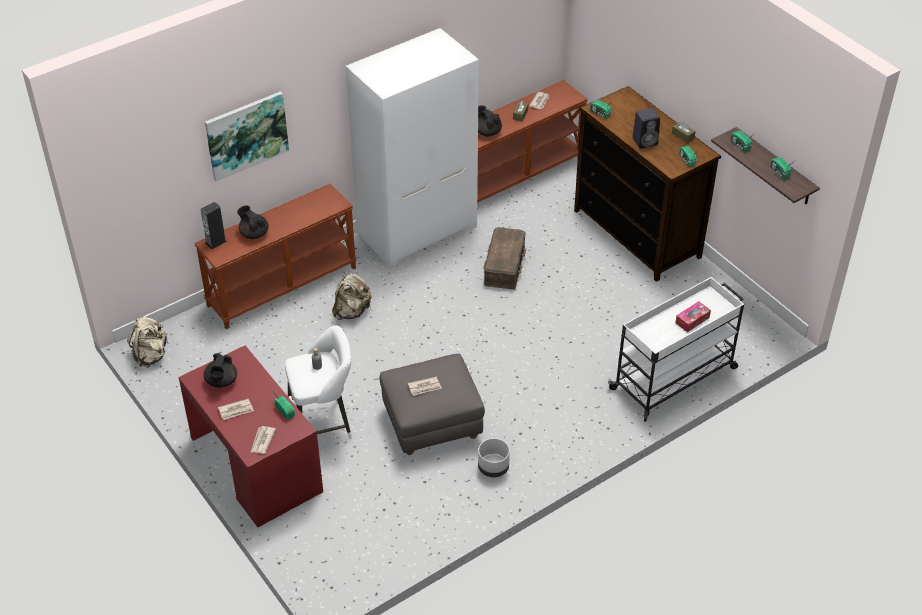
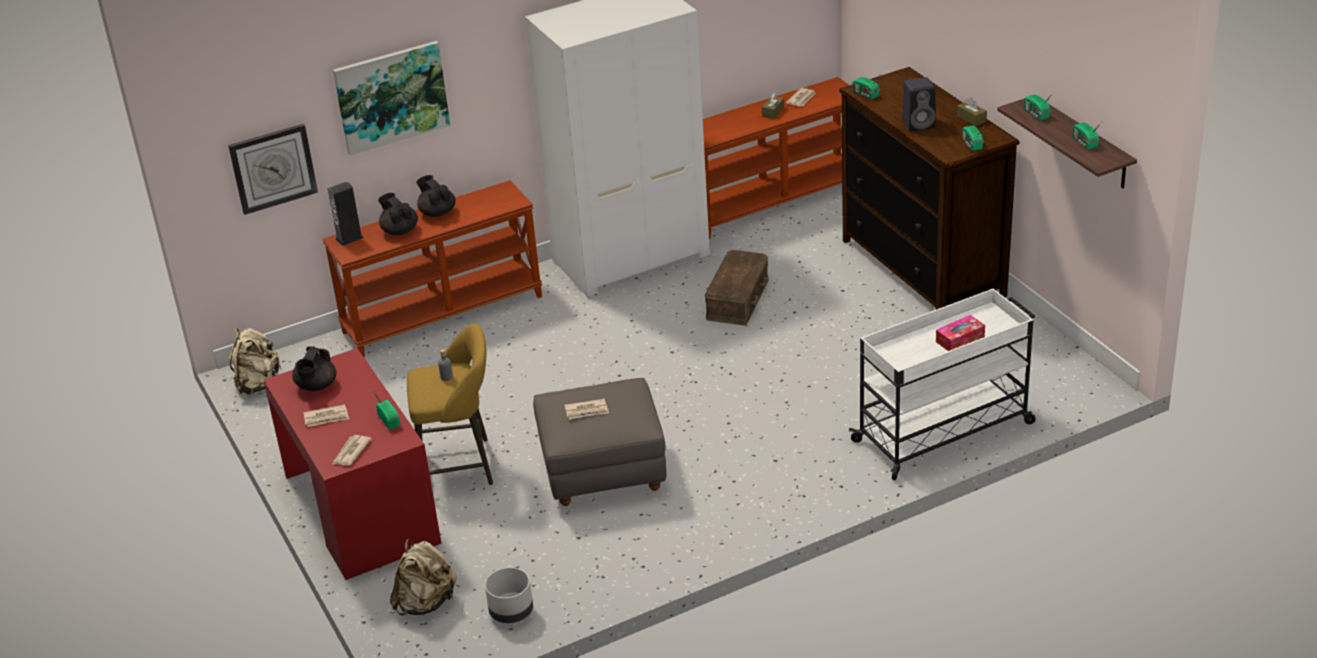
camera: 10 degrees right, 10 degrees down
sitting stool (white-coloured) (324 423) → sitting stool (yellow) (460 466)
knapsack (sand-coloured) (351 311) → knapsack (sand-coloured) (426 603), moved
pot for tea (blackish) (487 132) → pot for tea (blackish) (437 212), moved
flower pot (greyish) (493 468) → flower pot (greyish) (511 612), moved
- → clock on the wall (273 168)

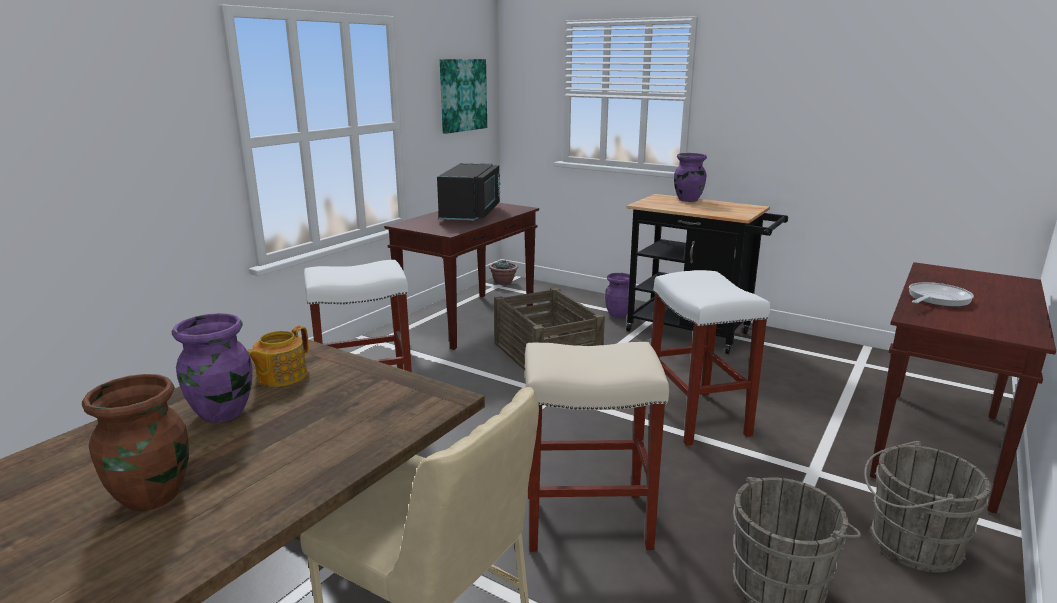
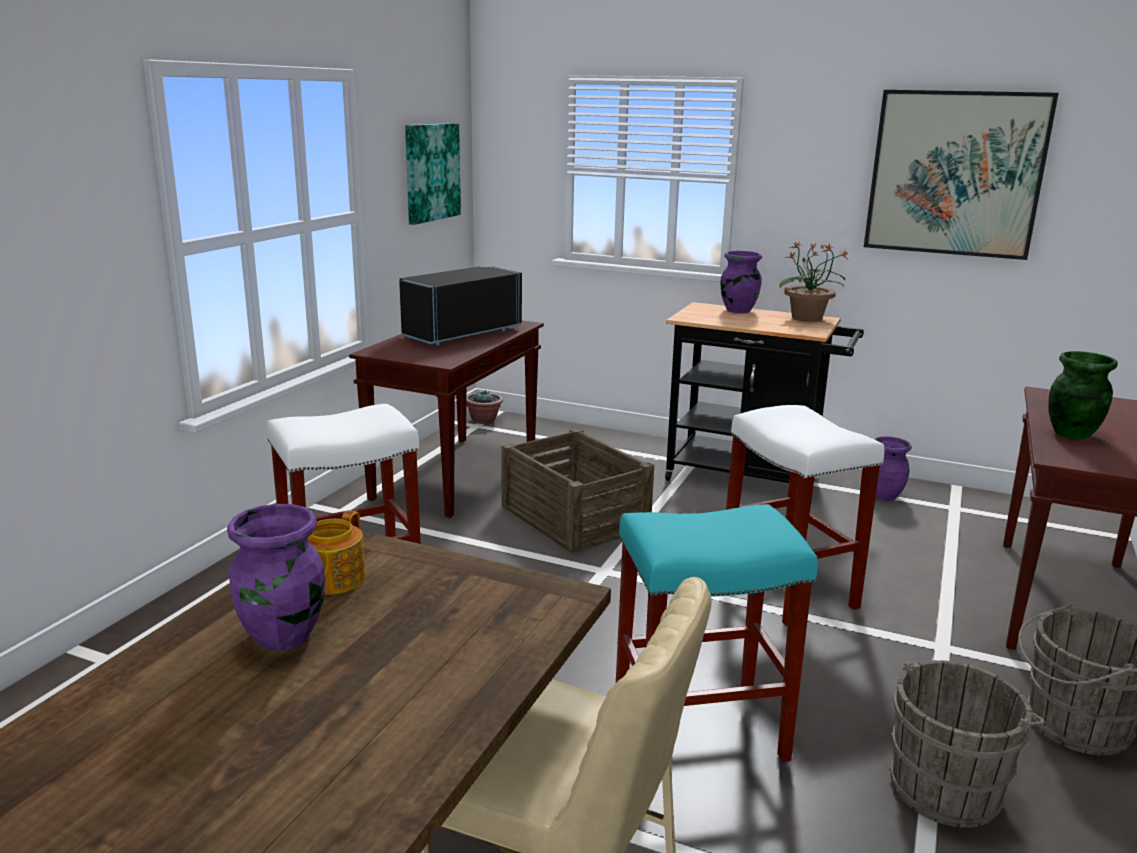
camera: 10 degrees left, 0 degrees up
vase (brown) (153 496) → -
microwave (blackish) (472 213) → microwave (blackish) (459 333), 135 degrees counterclockwise
sitting stool (sand-coloured) (589 520) → sitting stool (turquoise) (701 730)
vase (purple) (618 315) → vase (purple) (884 496), moved
frying pan (936 299) → vase (green) (1071 434)
- → houseplant (807 318)
- → wall art (955 174)

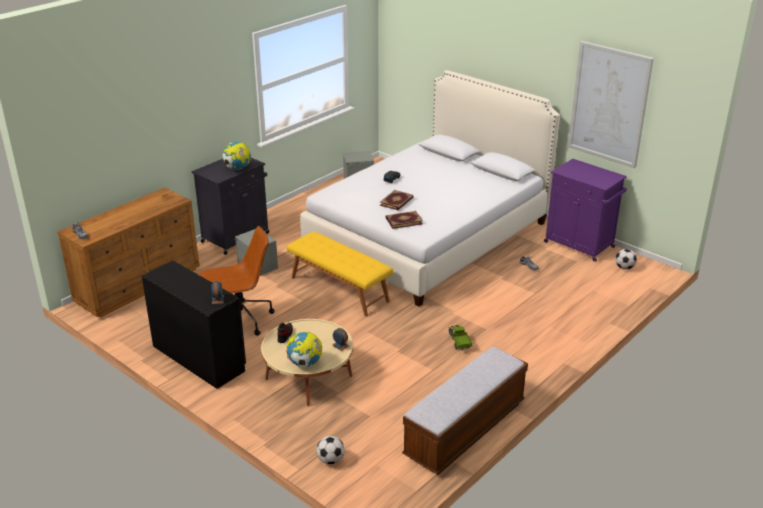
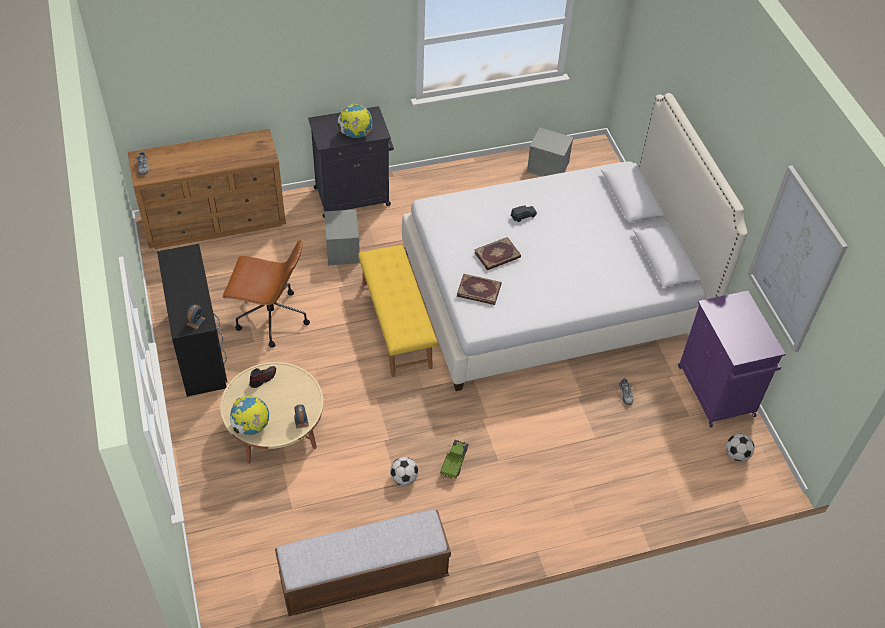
camera: 30 degrees right, 20 degrees up
football (330 460) → football (404 478), moved

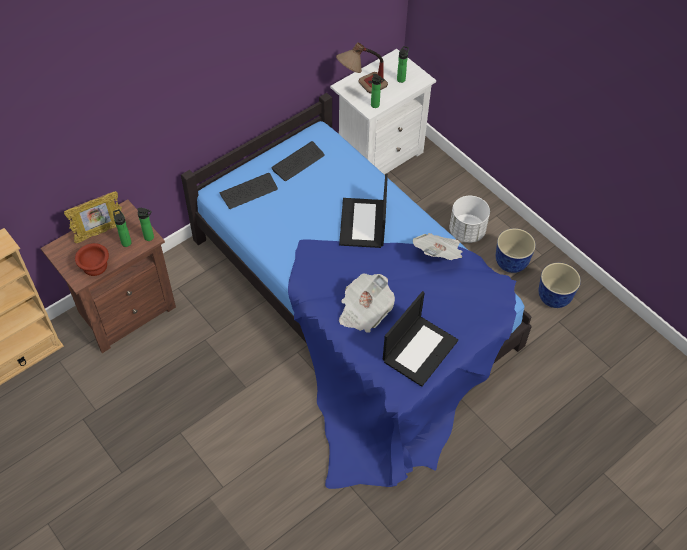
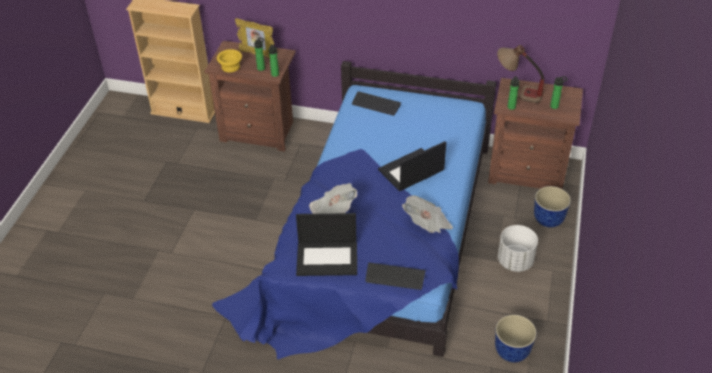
camera: 55 degrees right, 10 degrees down
bowl (brown) (94 267) → bowl (yellow) (230 67)
PC keyboard (298 162) → PC keyboard (395 277), moved
night table (white-coloured) (379 155) → night table (brown) (527 172)
flower pot (511 263) → flower pot (549 220), moved

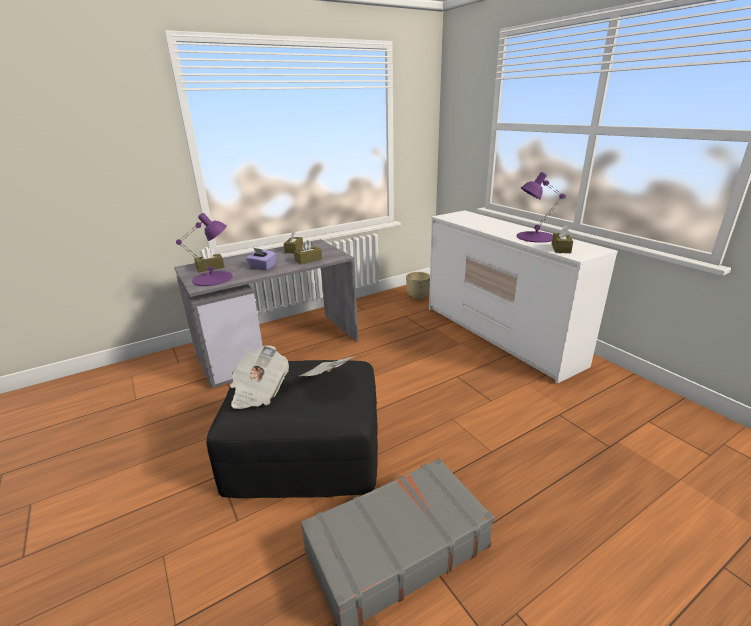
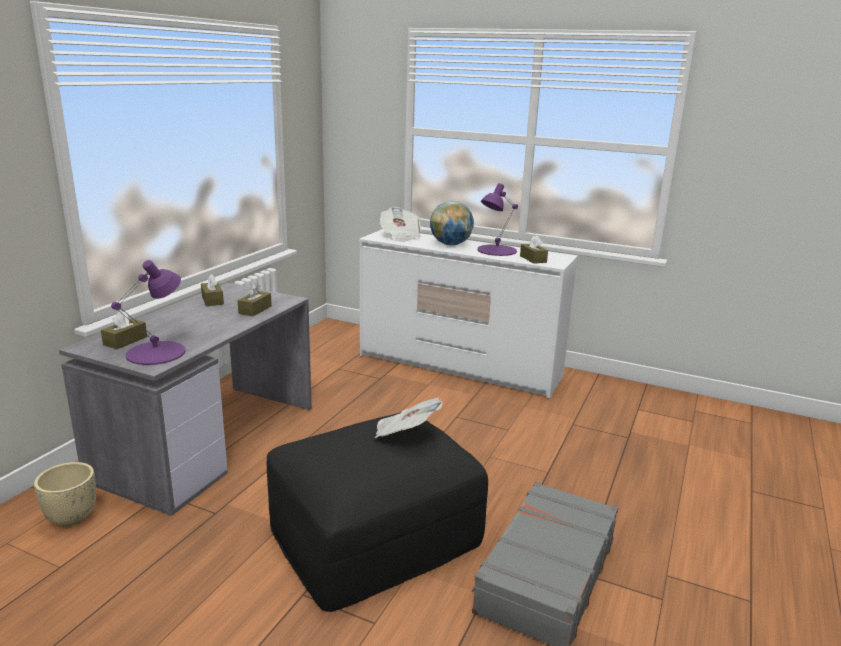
camera: 35 degrees left, 5 degrees down
printed paper (259 391) → printed paper (400 236), moved
tissue holder (purple) (262 267) → -
flower pot (sand-coloured) (418 297) → flower pot (sand-coloured) (72 518), moved
- → world globe (450 244)

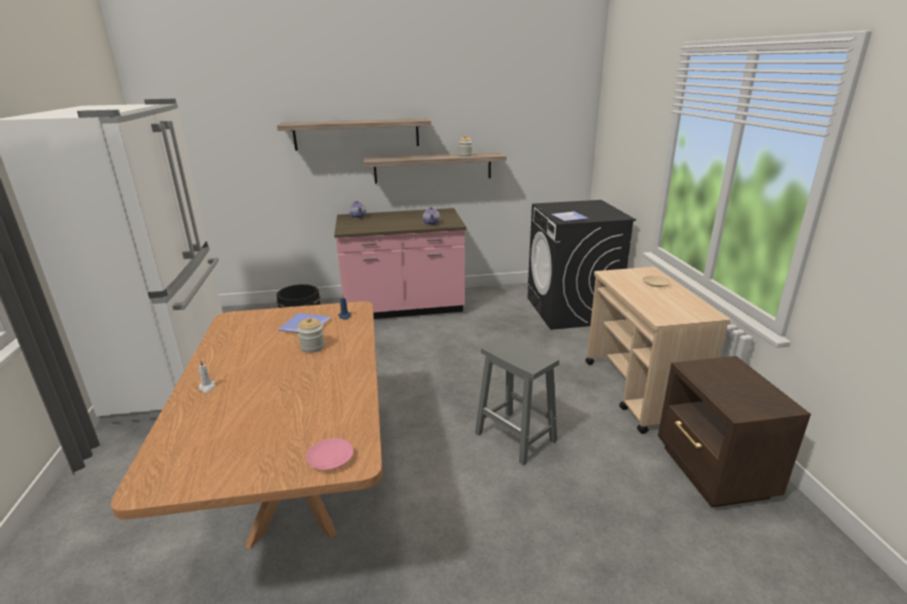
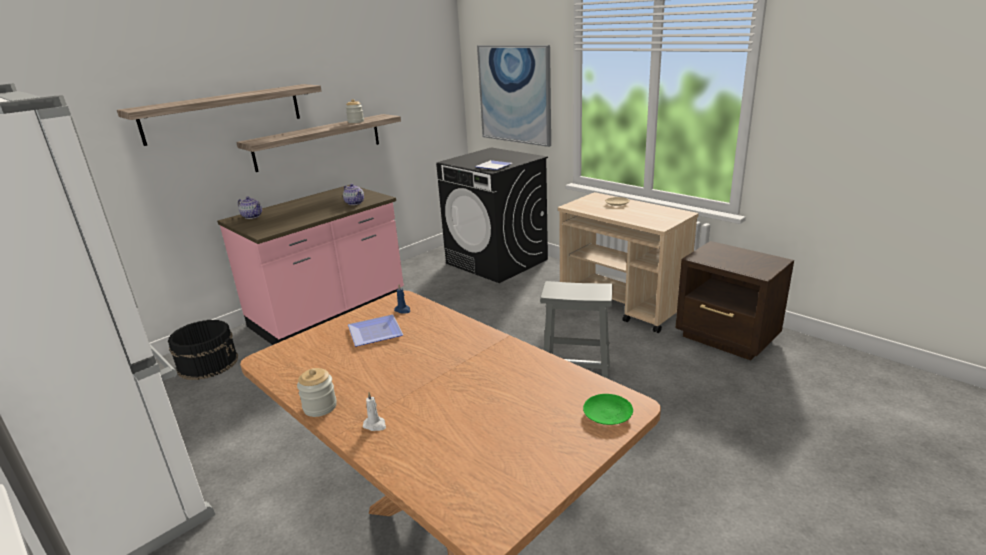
camera: 35 degrees left, 0 degrees up
jar (312 347) → jar (320 407), moved
dinner plate (pinkish) (331 459) → dinner plate (green) (608 414)
- → wall art (514 94)

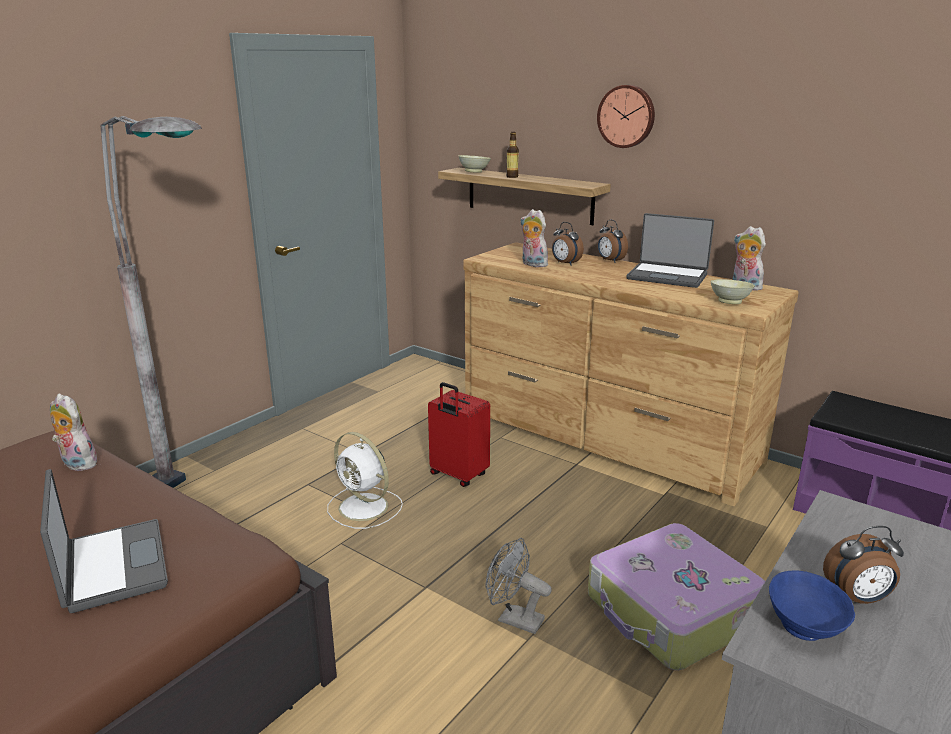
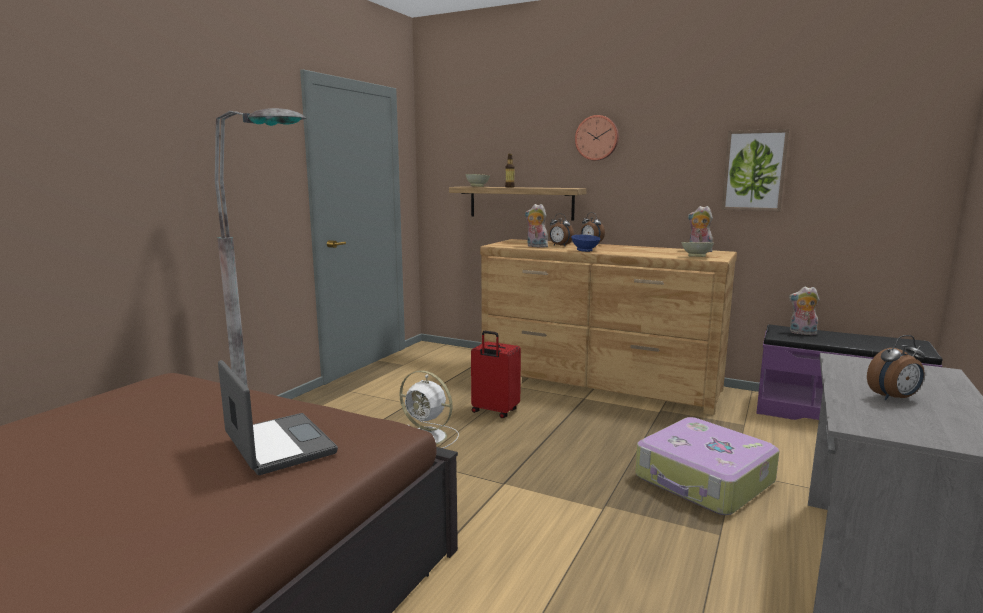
camera: 10 degrees left, 10 degrees down
cuddly toy (76 464) → cuddly toy (802 333), moved
electric fan (greyish) (514 619) → -
portable computer (667 276) → -
bowl (blue-coloured) (803 629) → bowl (blue-coloured) (585 250), moved
- → wall art (754 170)

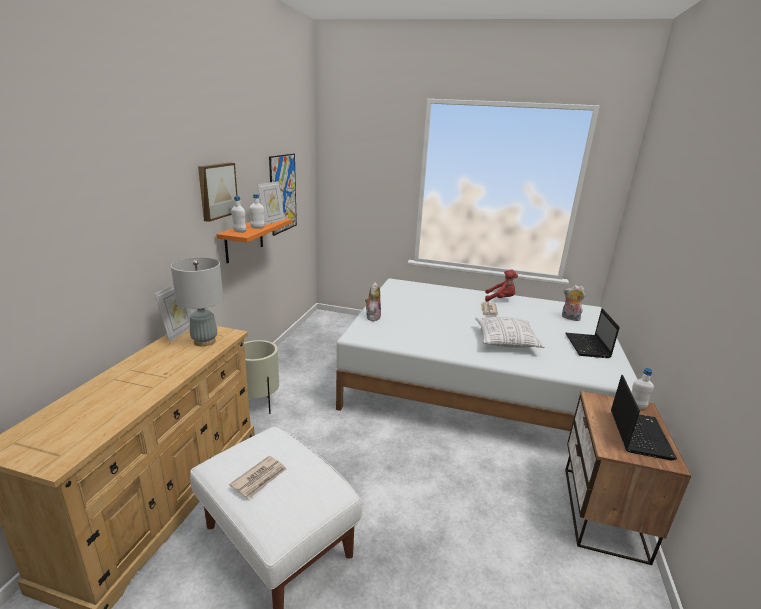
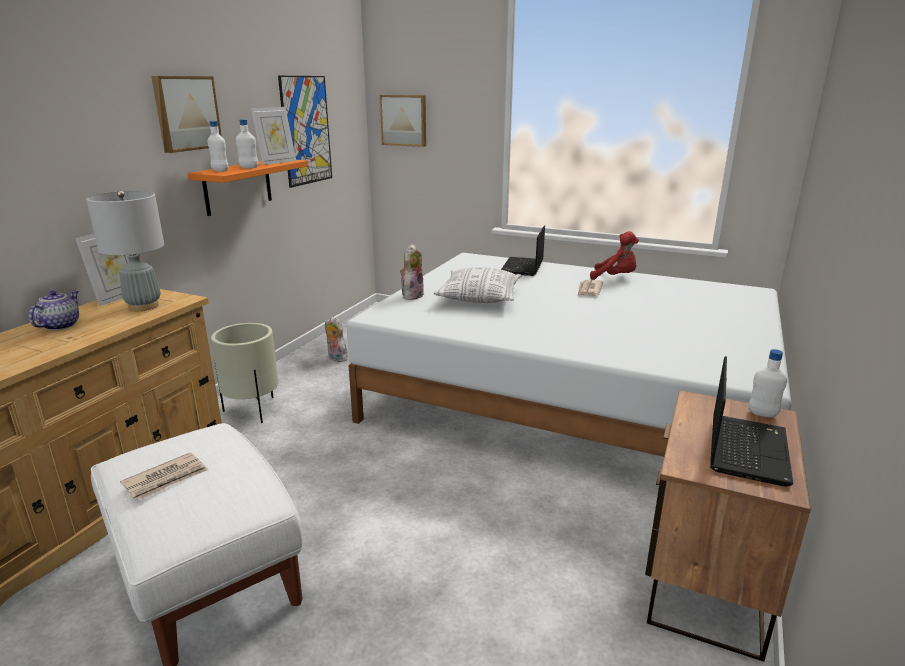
camera: 10 degrees right, 0 degrees up
throw pillow (505 341) → throw pillow (479 298), moved
cuddly toy (569 318) → cuddly toy (336 358), moved
portable computer (587 346) → portable computer (522 268), moved
- → pot for tea (60 325)
- → wall art (404 120)

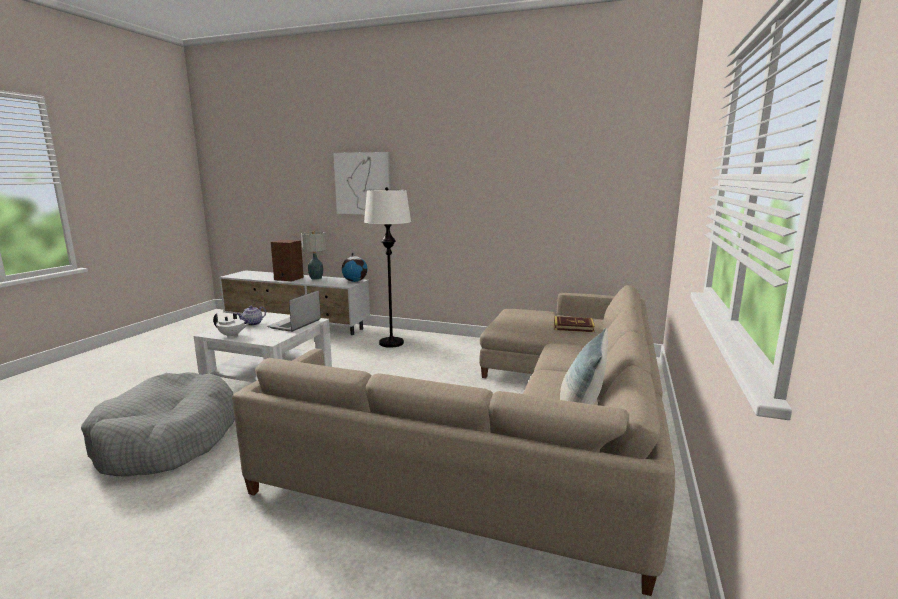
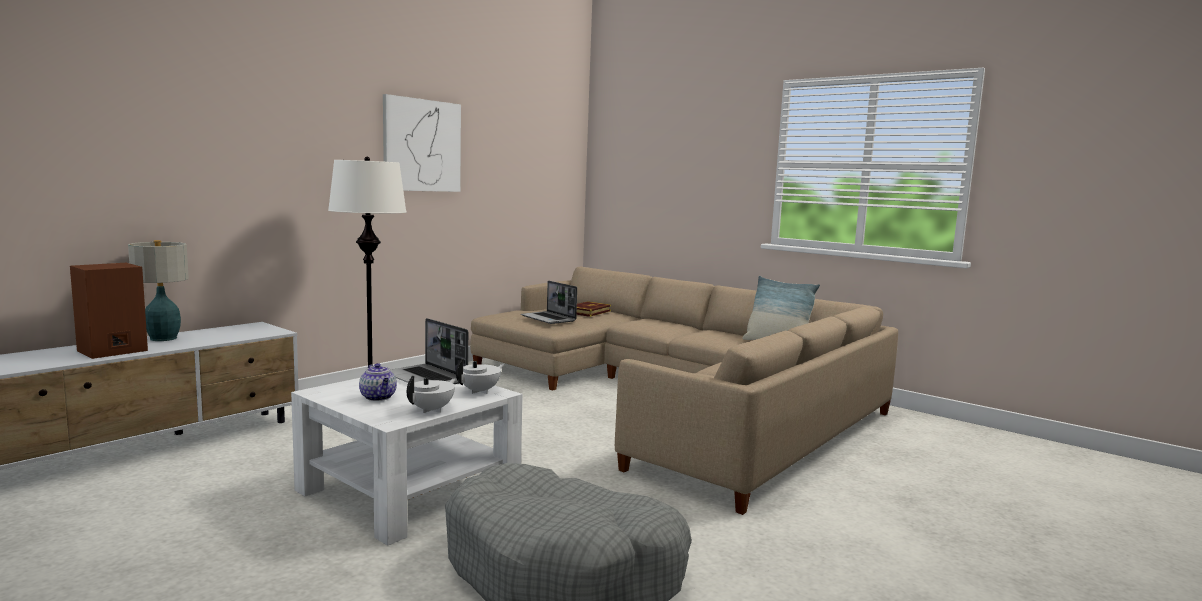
camera: 70 degrees left, 5 degrees down
wall art (363 183) → wall art (422 145), moved
world globe (355 281) → -
- → pot for tea (white-coloured) (480 391)
- → portable computer (549 319)

